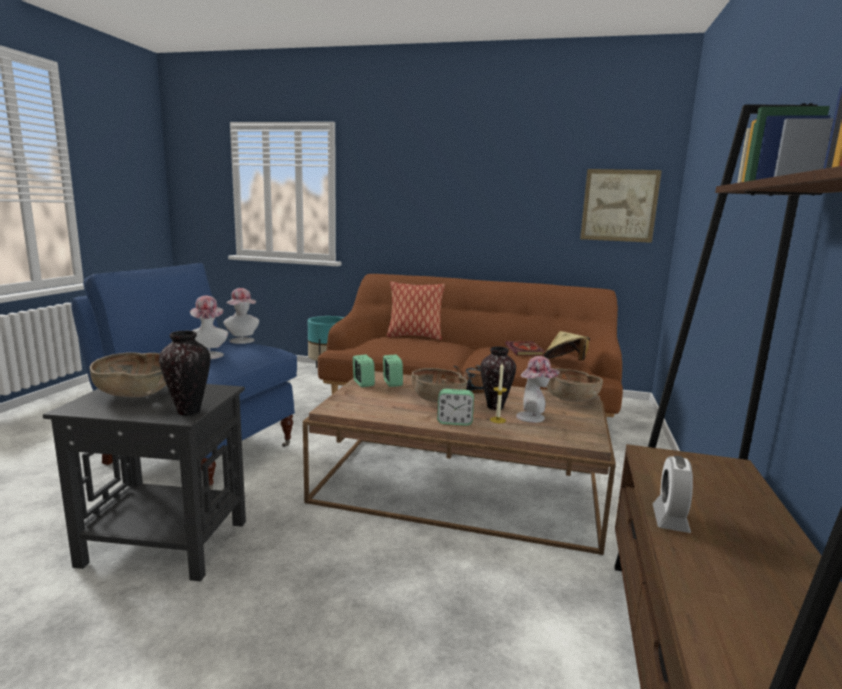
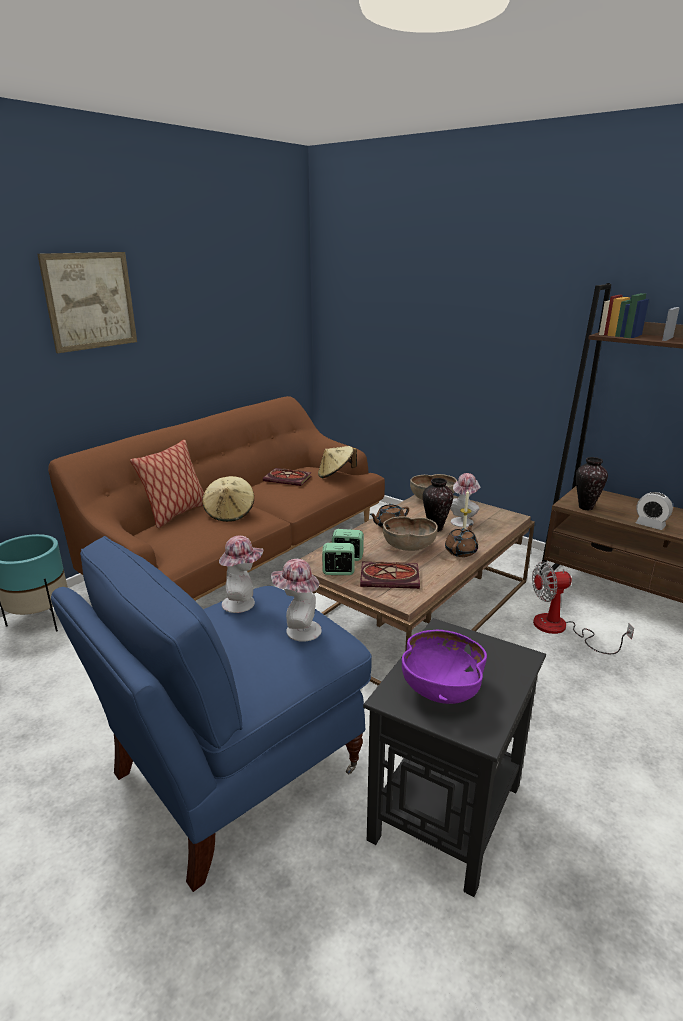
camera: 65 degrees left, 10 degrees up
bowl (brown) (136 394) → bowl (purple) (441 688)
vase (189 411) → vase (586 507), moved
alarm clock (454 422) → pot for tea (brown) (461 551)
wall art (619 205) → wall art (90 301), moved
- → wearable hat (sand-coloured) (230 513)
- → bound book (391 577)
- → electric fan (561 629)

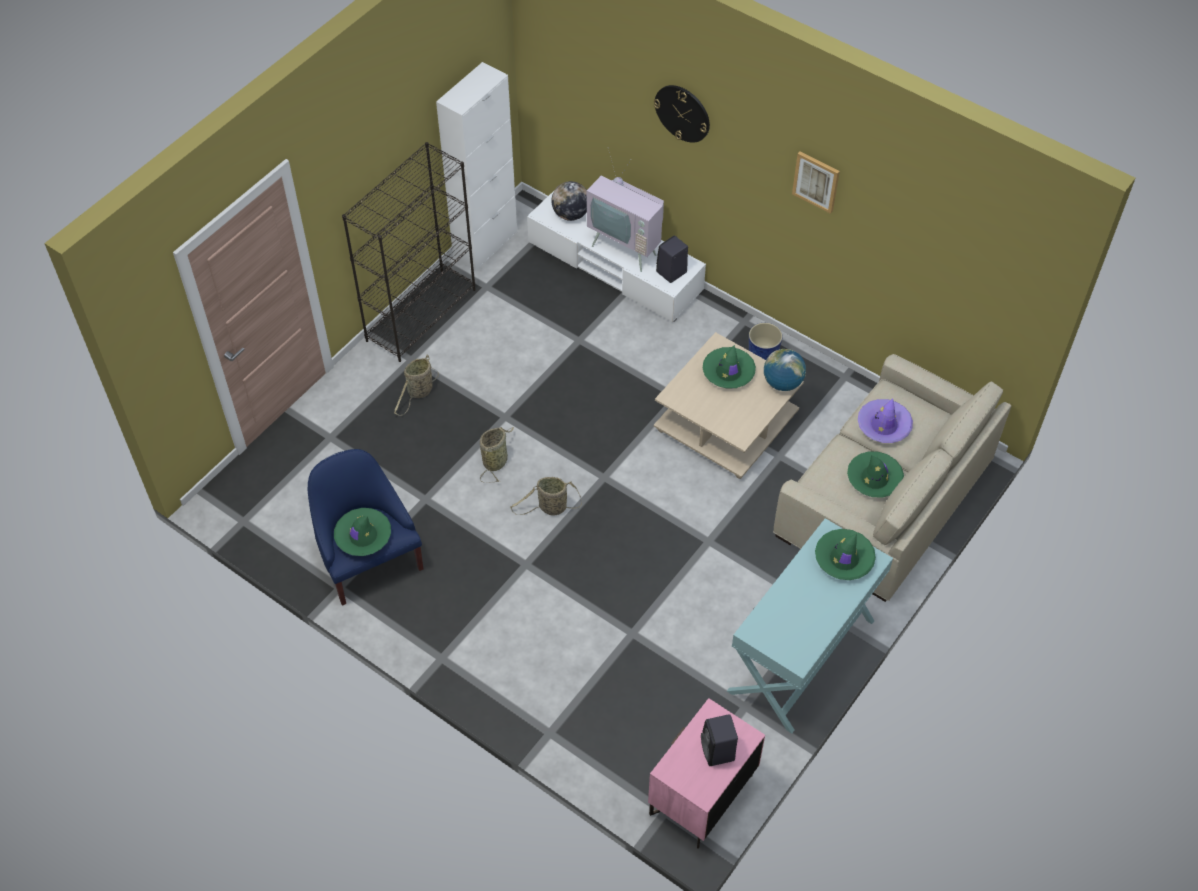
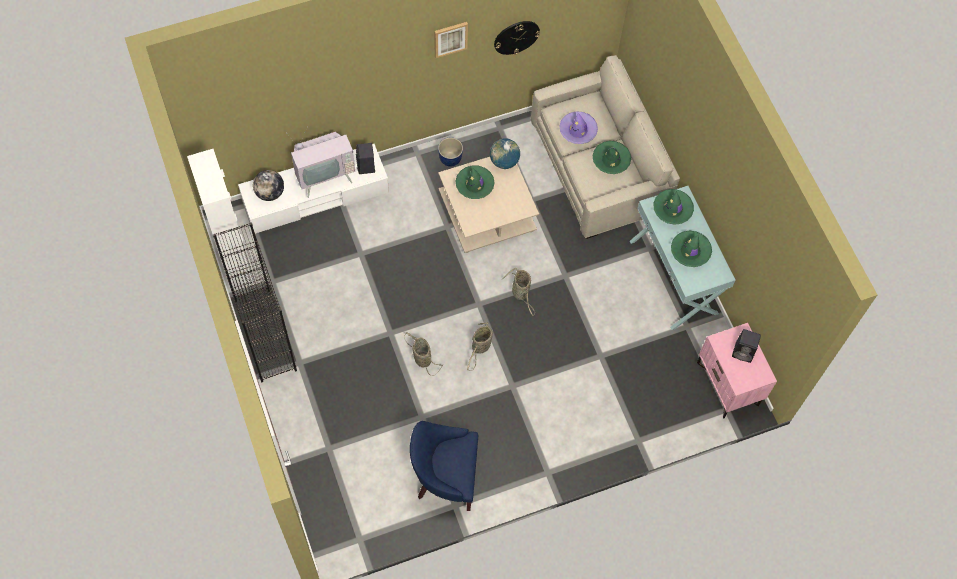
camera: 60 degrees left, 10 degrees up
wearable hat (green) (363 536) → wearable hat (green) (690 251), moved
basket (419 392) → basket (520 293), moved
clock on the wall (682 113) → clock on the wall (516 37), moved

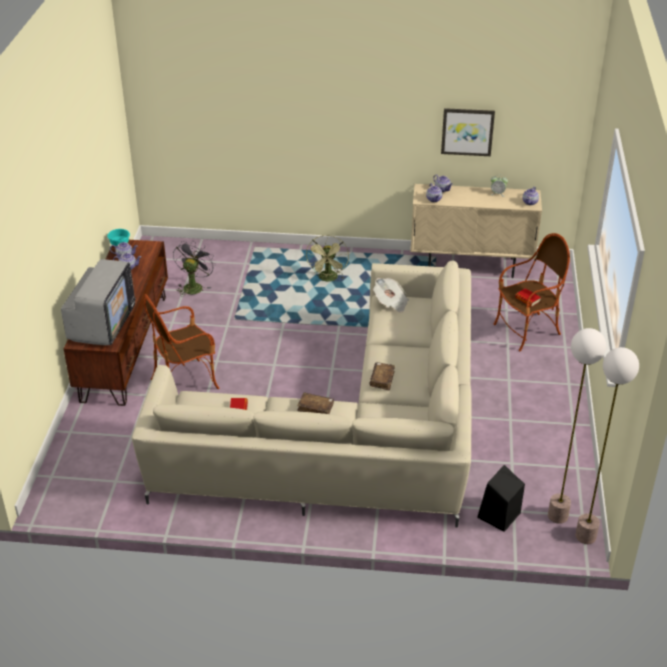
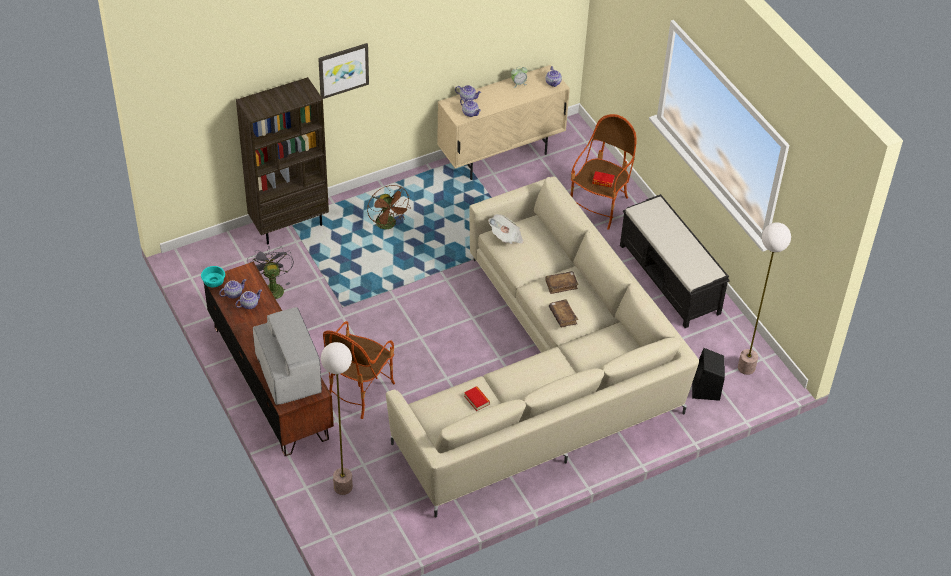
camera: 35 degrees left, 10 degrees up
bound book (brown) (315 408) → bound book (brown) (561 285), moved
electric fan (green) (328 279) → electric fan (brown) (388 225)
wall art (467 131) → wall art (343 70), moved
standing lamp (585 536) → standing lamp (342 487), moved
- → shelving unit (brown) (289 225)
- → long seat (blackish) (670 280)

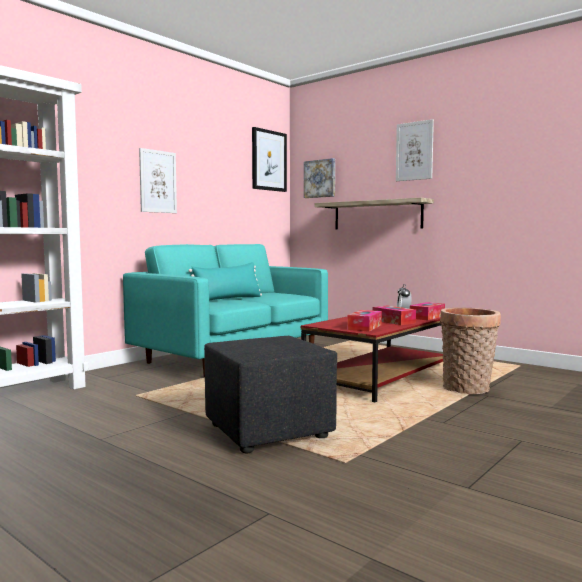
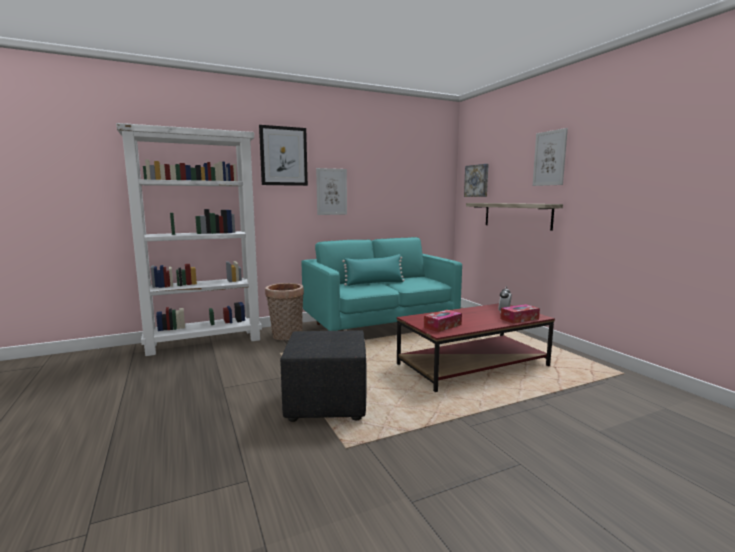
camera: 25 degrees right, 5 degrees up
wall art (268 160) → wall art (283 156), moved
tissue holder (393 321) → -
basket (467 390) → basket (286 337), moved

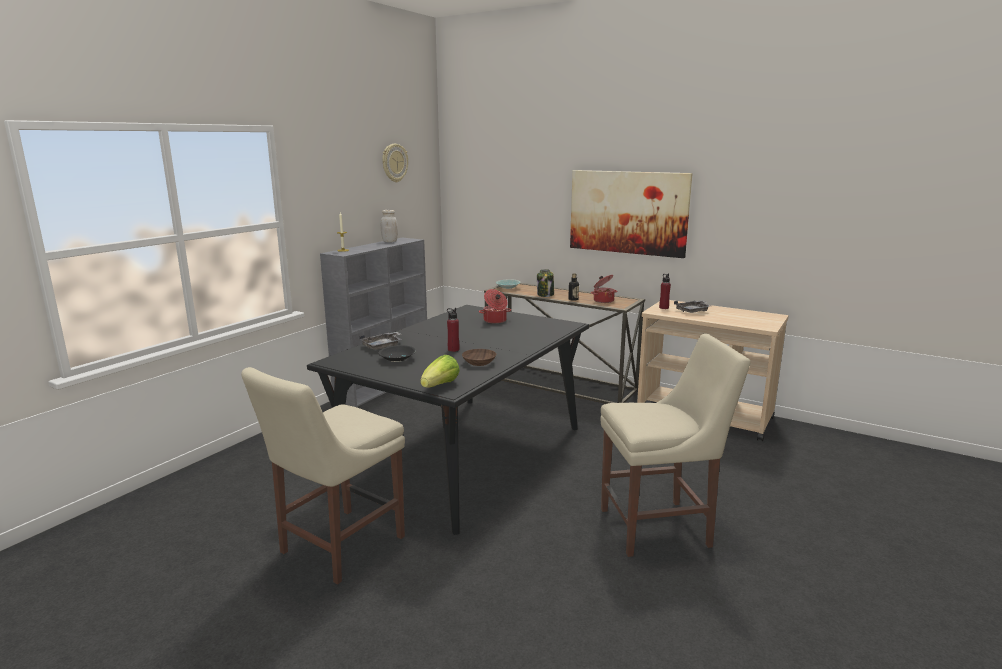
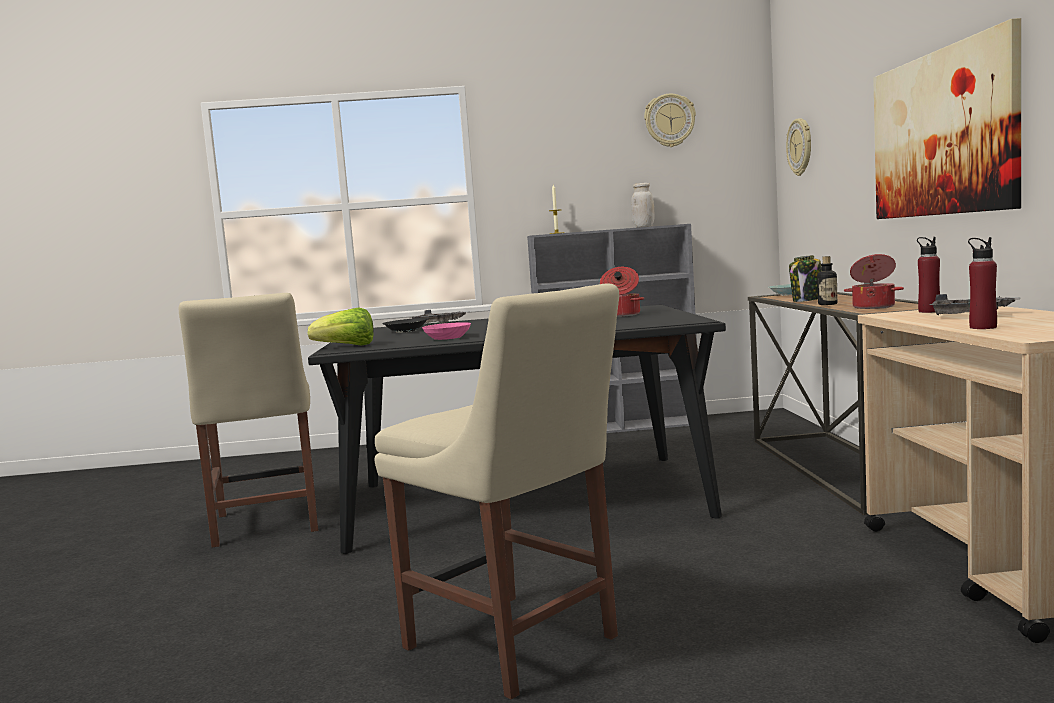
camera: 55 degrees right, 10 degrees down
chair (sand-coloured) (337 547) → chair (sand-coloured) (265 525), 105 degrees counterclockwise
drink bottle (red) (453 349) → drink bottle (red) (983 327), moved
bowl (brown) (478 363) → bowl (pinkish) (446 338)
- → clock on the wall (800 147)

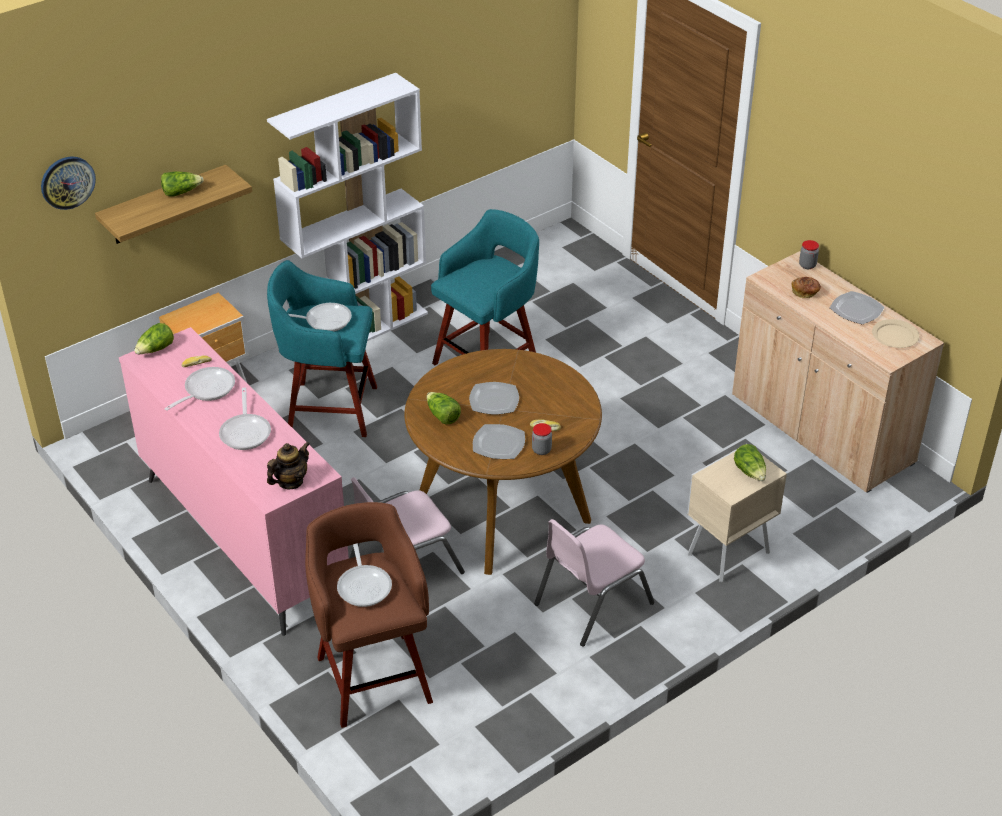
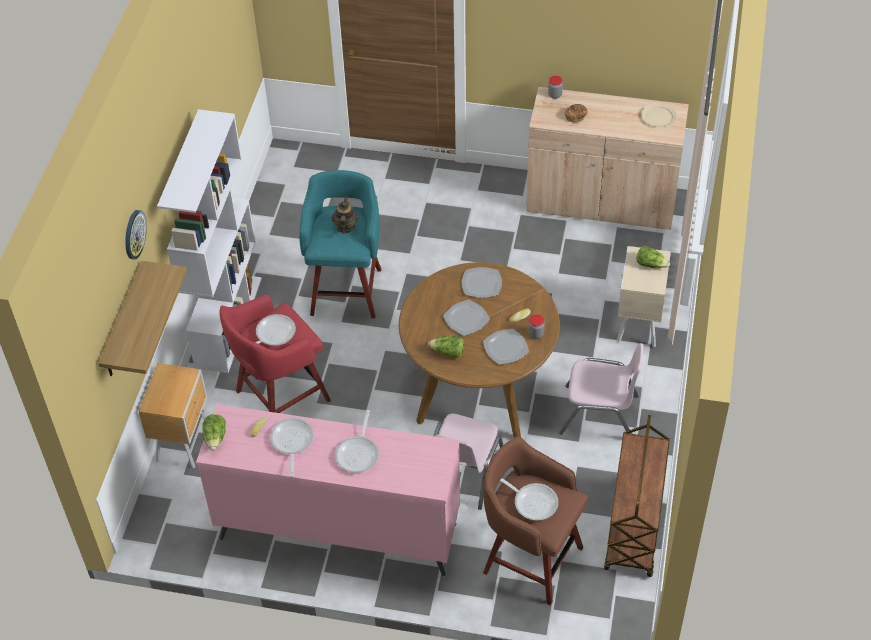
camera: 40 degrees left, 10 degrees up
clock on the wall (67 182) → clock on the wall (134 234), moved
lettuce (181 192) → -
frying pan (246 431) → frying pan (358 453), 60 degrees clockwise
sitting stool (turquoise) (329 409) → sitting stool (red) (280 397)
pot for tea (290 481) → pot for tea (345 227), moved
chair (pinkish) (592 603) → chair (pinkish) (599 414), 90 degrees counterclockwise
dinner plate (856 309) → dinner plate (481 283), moved
- → cart (brown) (634 529)

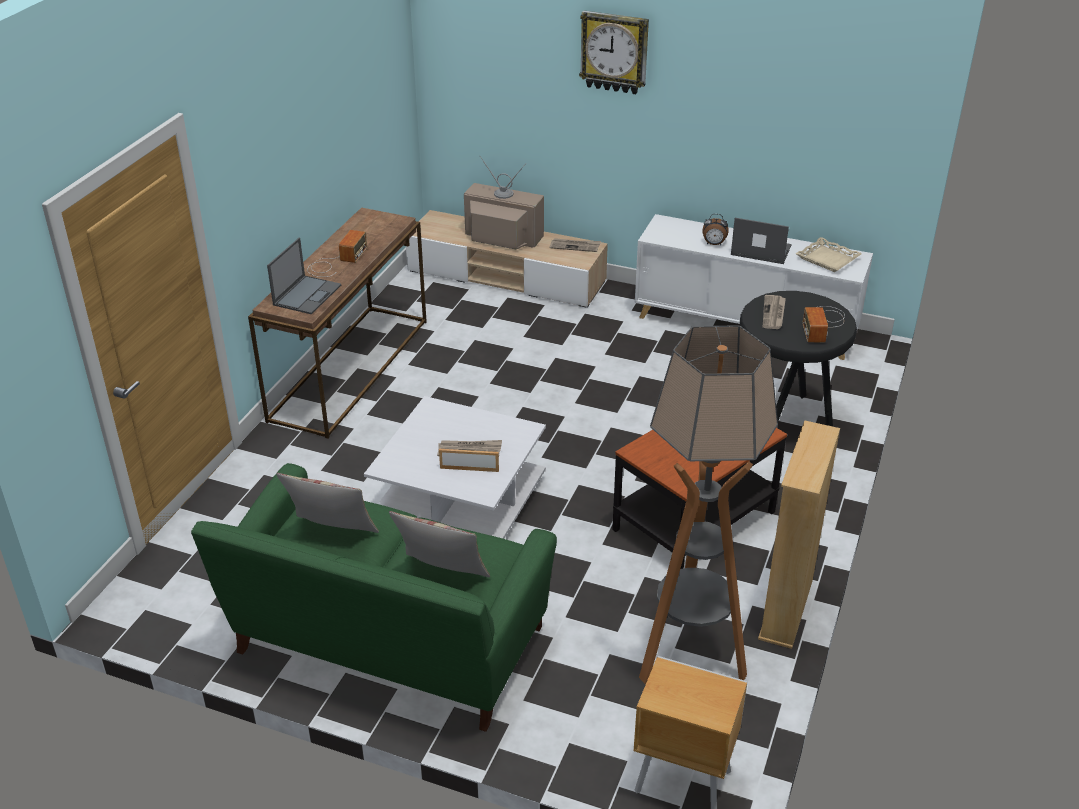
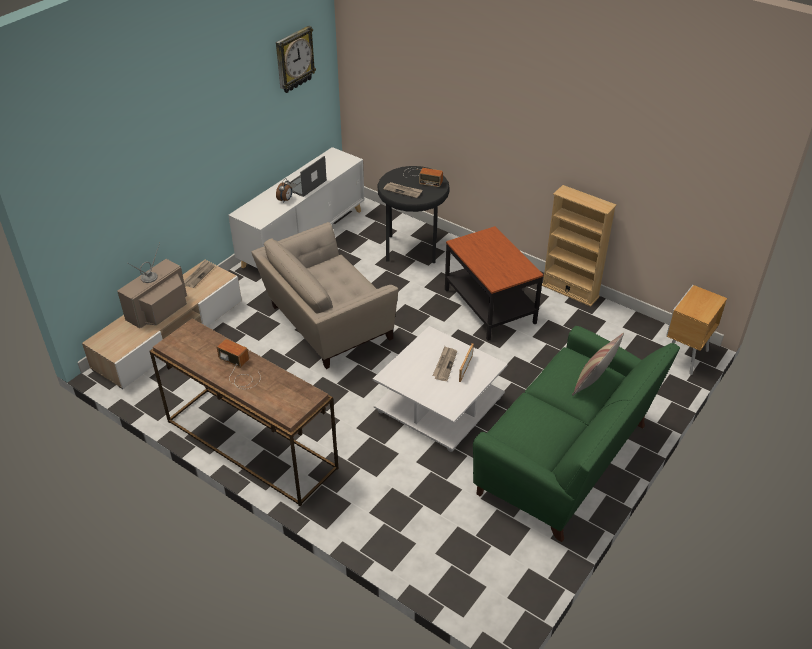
camera: 75 degrees left, 5 degrees up
portable computer (307 294) → -
throw pillow (332 533) → -
clock on the wall (614 52) → clock on the wall (294 59), moved
standing lamp (689 656) → -
carrying tray (sand-coloured) (827 259) → -
- → easy chair (sand-coloured) (327 324)

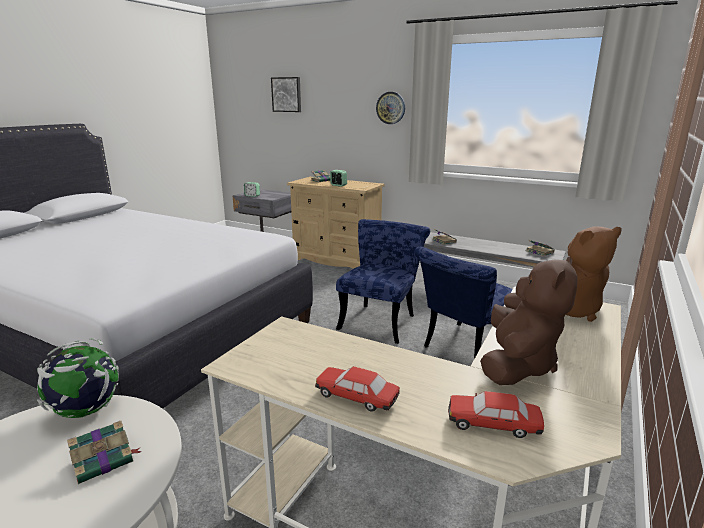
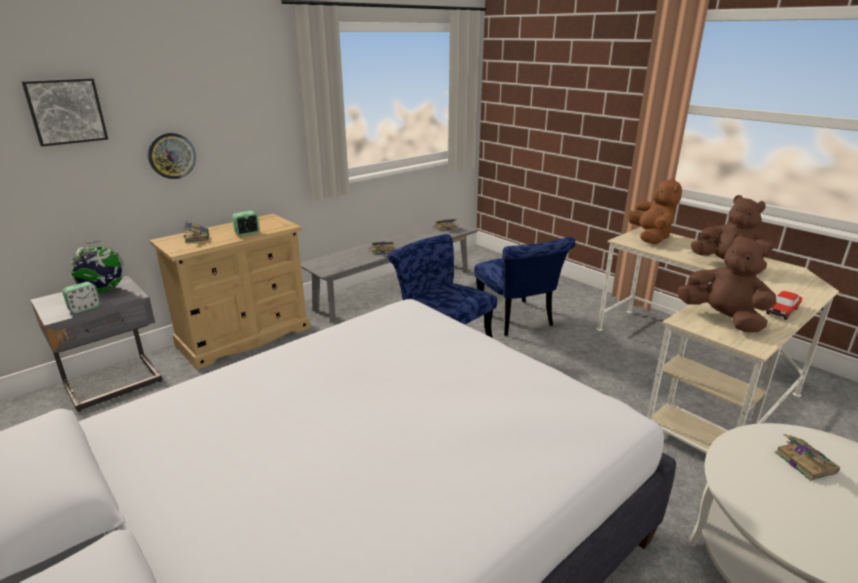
camera: 70 degrees left, 5 degrees up
world globe (86 411) → world globe (103 290), moved
clock on the wall (391 108) → clock on the wall (171 155), moved
model car (493 424) → -
- → cuddly toy (brown) (723 319)

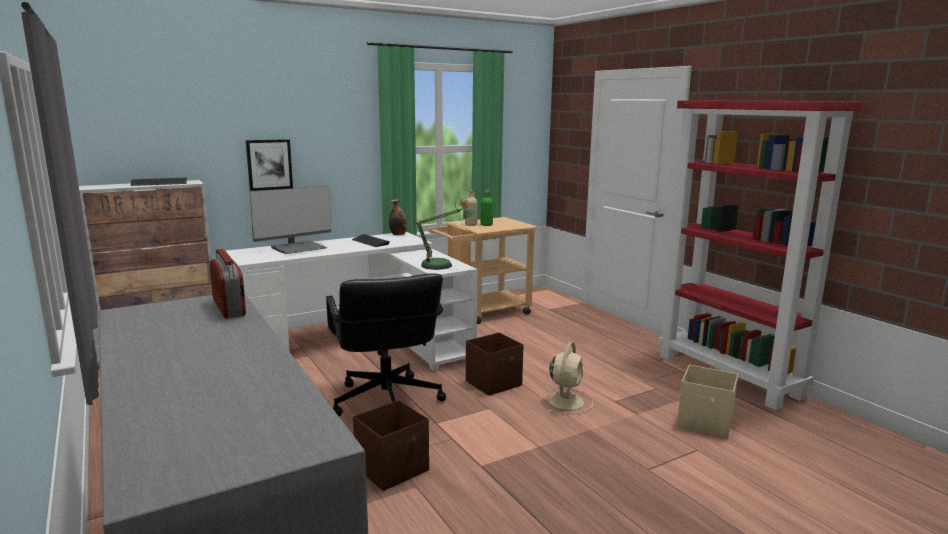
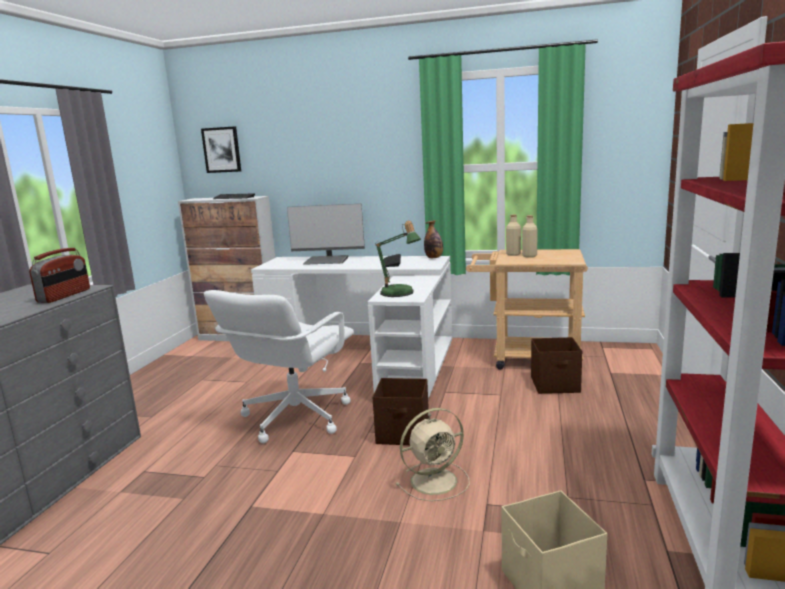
camera: 45 degrees right, 0 degrees up
wall art (269 164) → wall art (222 150), moved
office chair (blackish) (386 402) → office chair (white-coloured) (294 417)
storage container (brown) (393 469) → storage container (brown) (556 385), moved
drink bottle (green) (486 225) → drink bottle (sand-coloured) (529 256)

